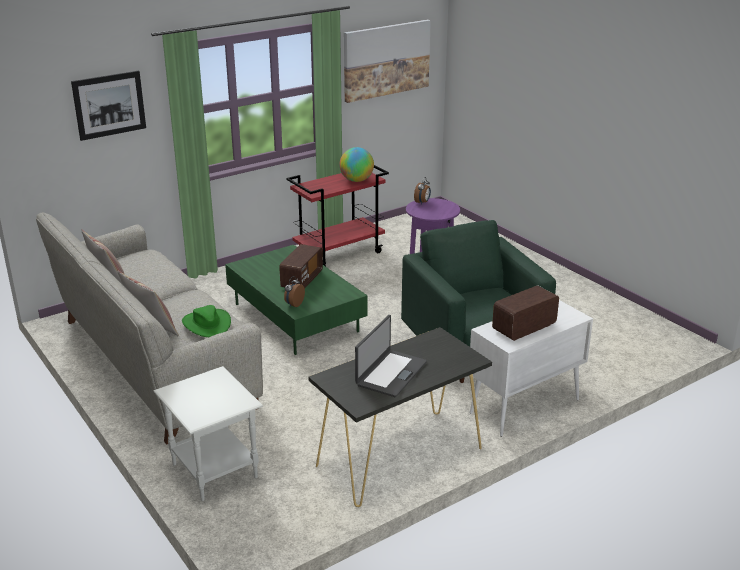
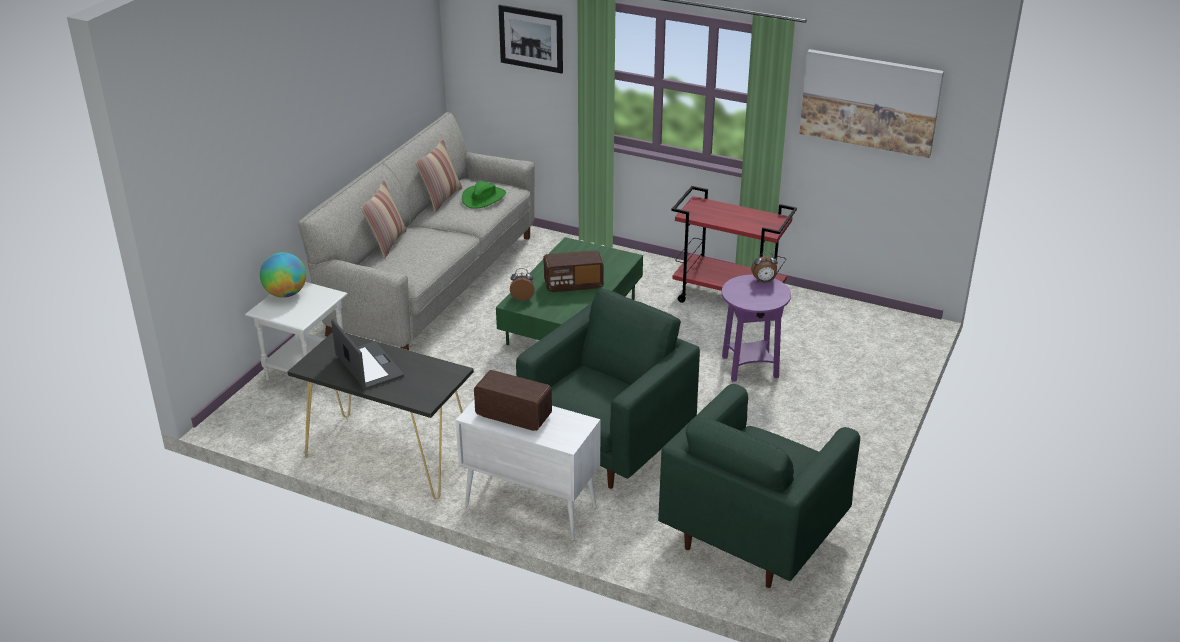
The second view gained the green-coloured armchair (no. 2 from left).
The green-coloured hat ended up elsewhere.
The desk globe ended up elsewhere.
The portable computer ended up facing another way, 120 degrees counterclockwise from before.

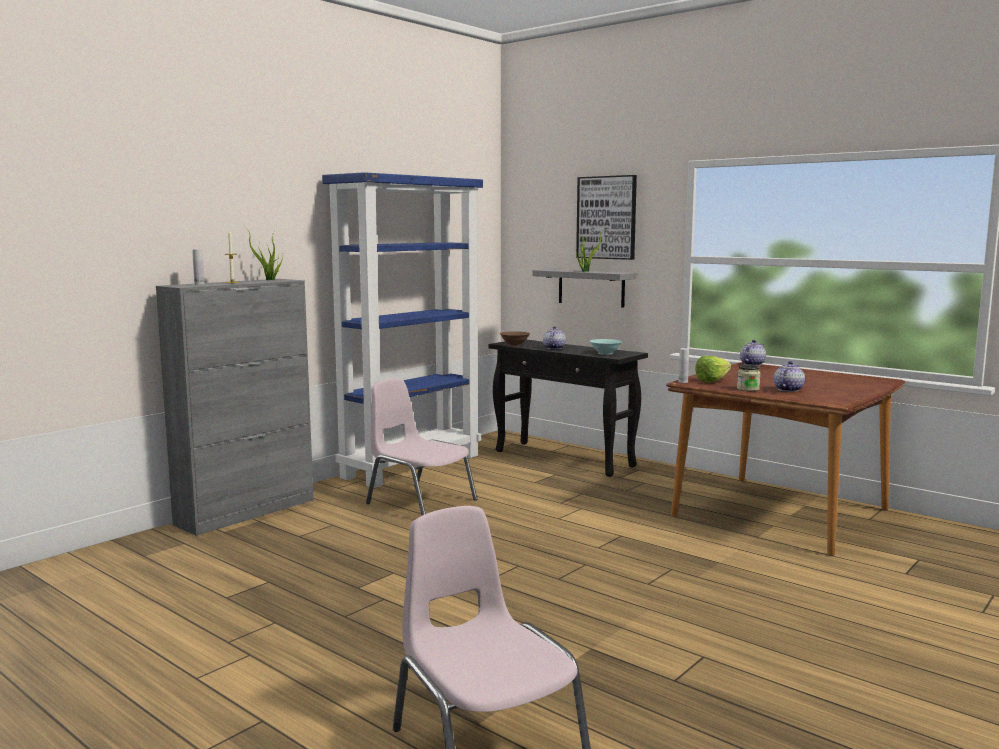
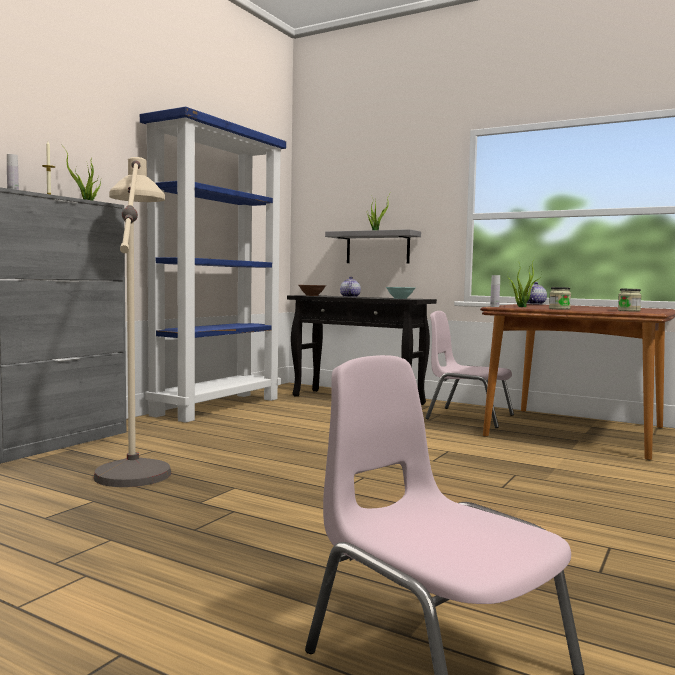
The second view lost the picture.
The second view lost the pot for tea (no. 3 from left).
The second view gained the sand-coloured standard lamp.
The second view gained the jar (no. 2 from left).
The pink-coloured upright chair (no. 1 from left in the first image) ended up elsewhere.
Where the head of lettuce stood, the potted plant (no. 3 from left) came to stand.

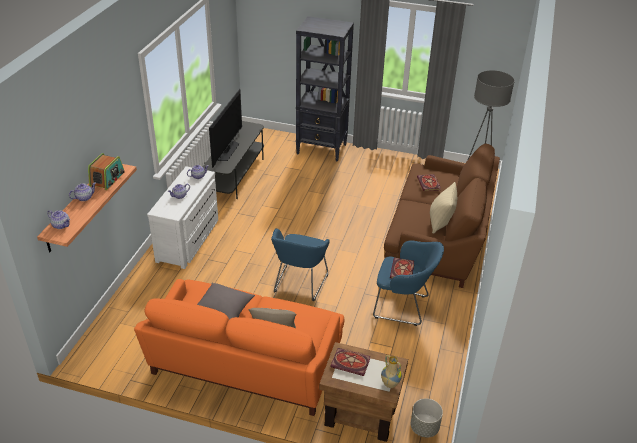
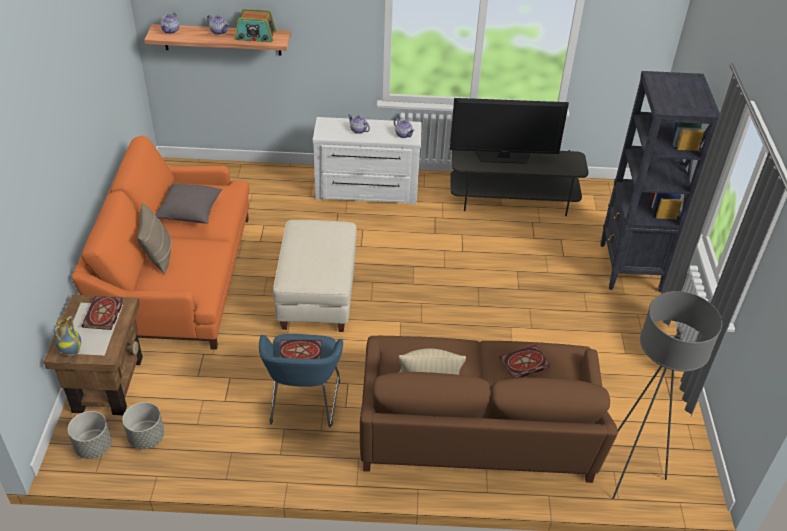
The second view gained the greyish flower pot (no. 2 from left).
Where the bluish armchair (no. 1 from left) stood, the sand-coloured footrest came to stand.

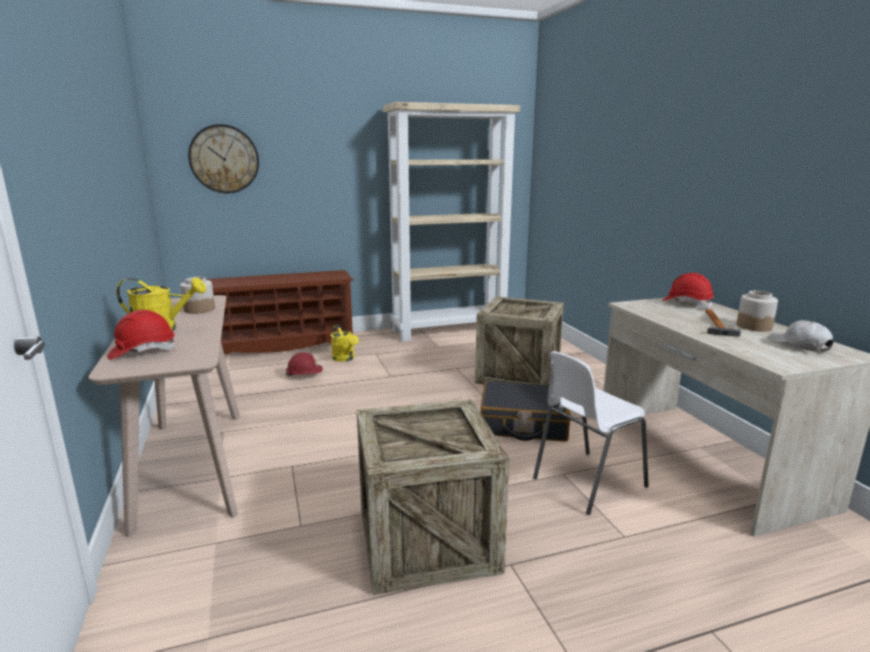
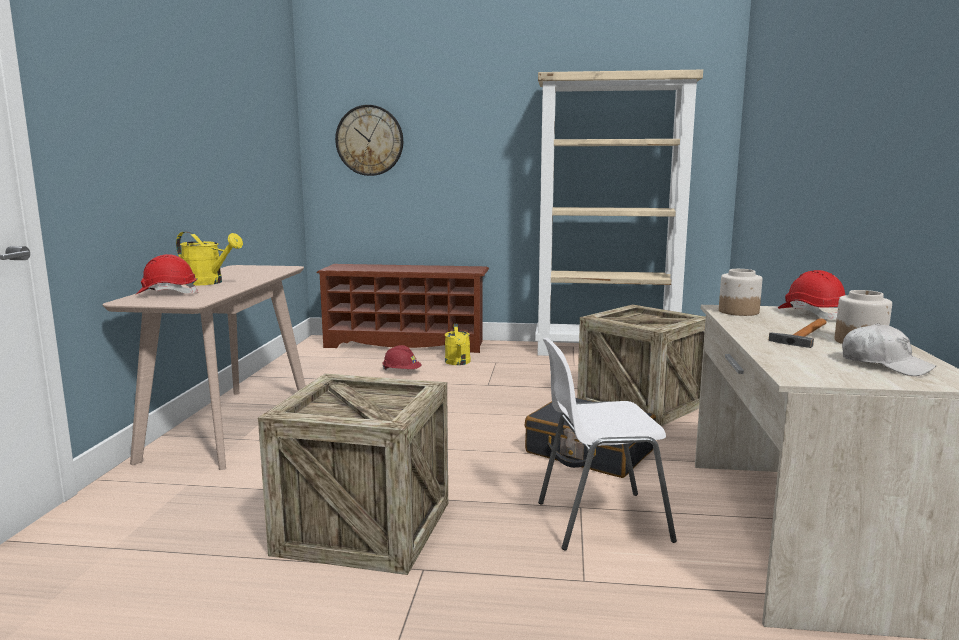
The jar (no. 1 from left) ended up elsewhere.
The whitish cap ended up facing another way, 135 degrees clockwise from before.

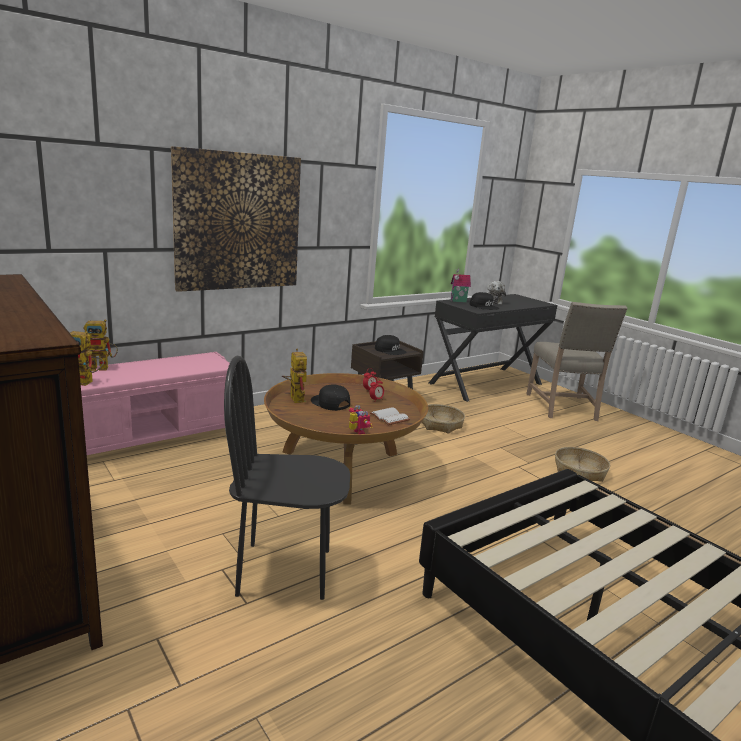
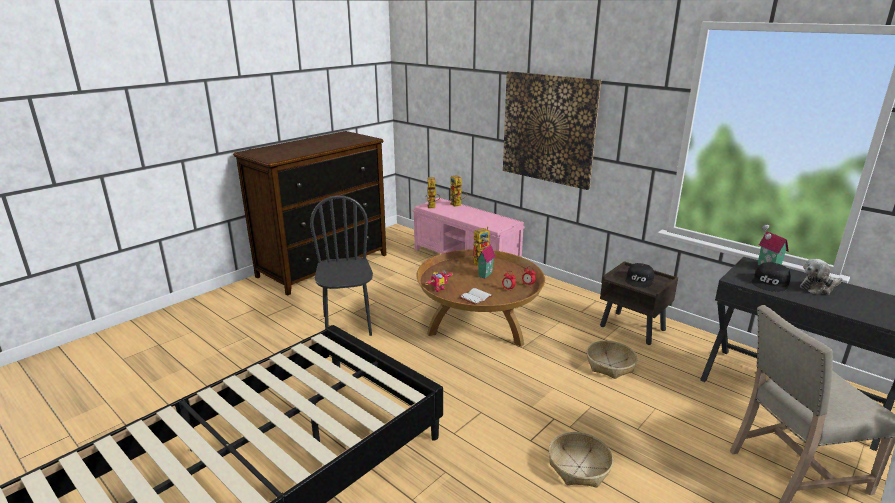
Where the blackish cap (no. 1 from left) stood, the miniature house (no. 1 from left) came to stand.

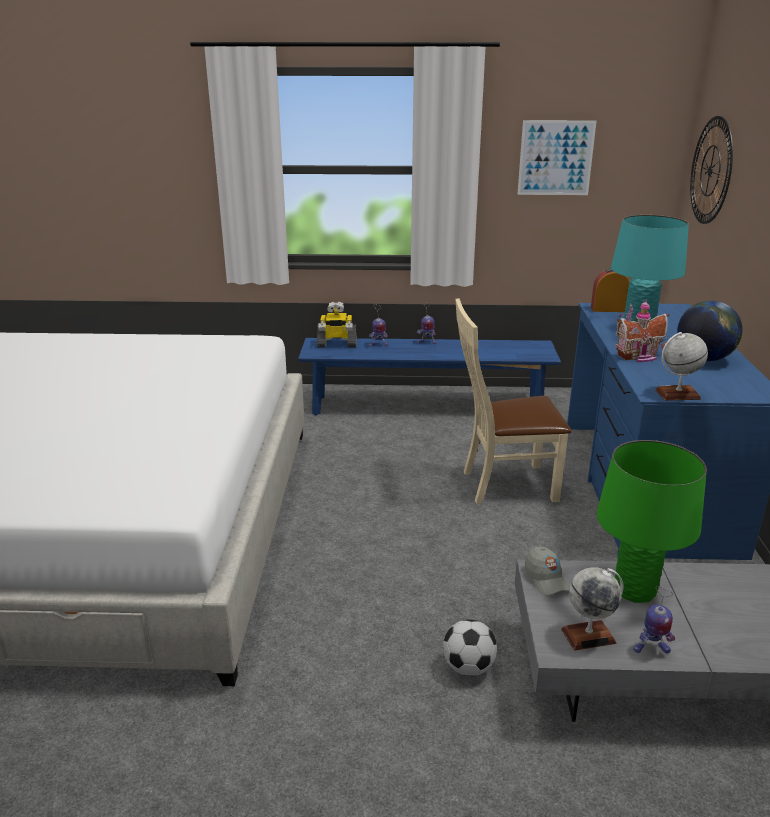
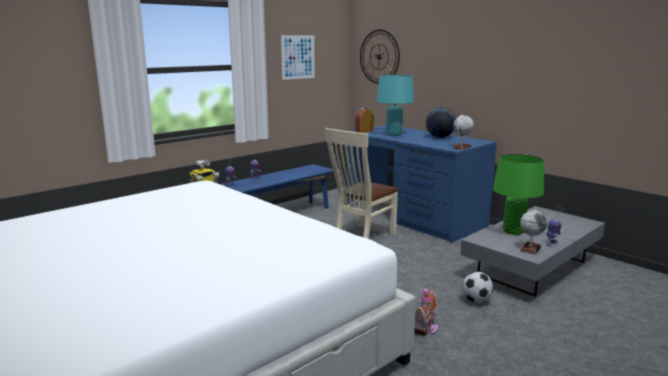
The second view lost the greyish cap.
The miniature house ended up elsewhere.

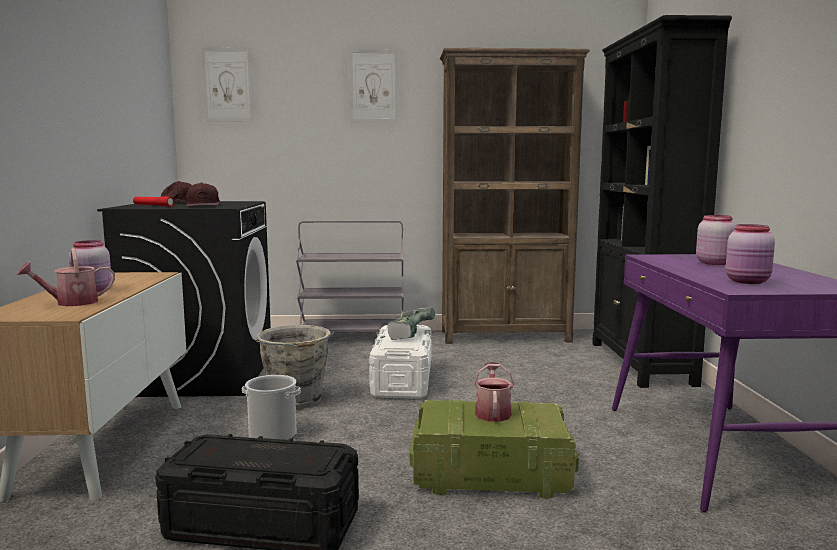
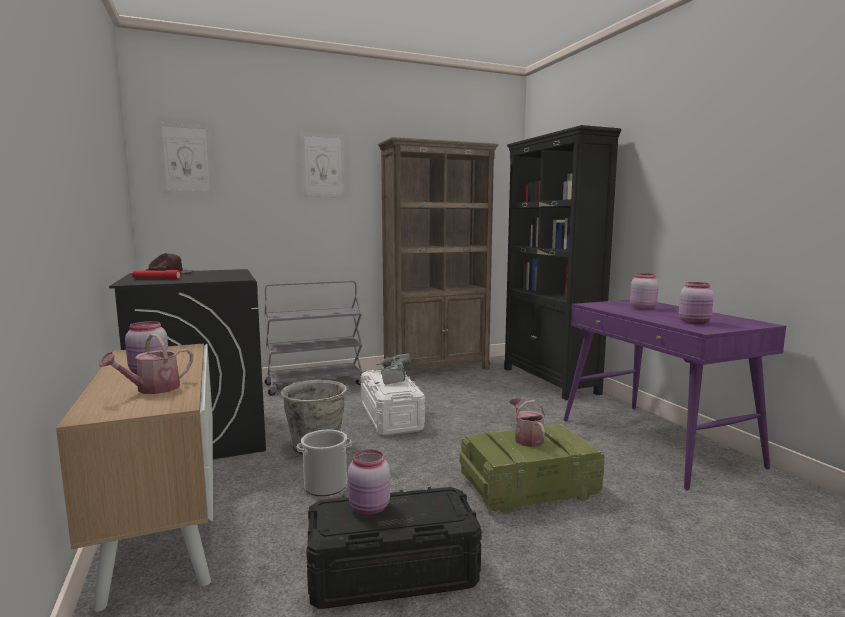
The second view lost the brown-coloured cap (no. 2 from left).
The second view gained the pink-coloured jar (no. 2 from left).

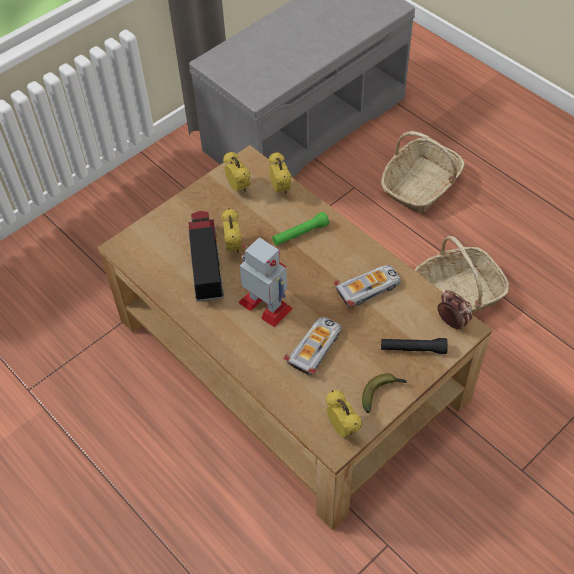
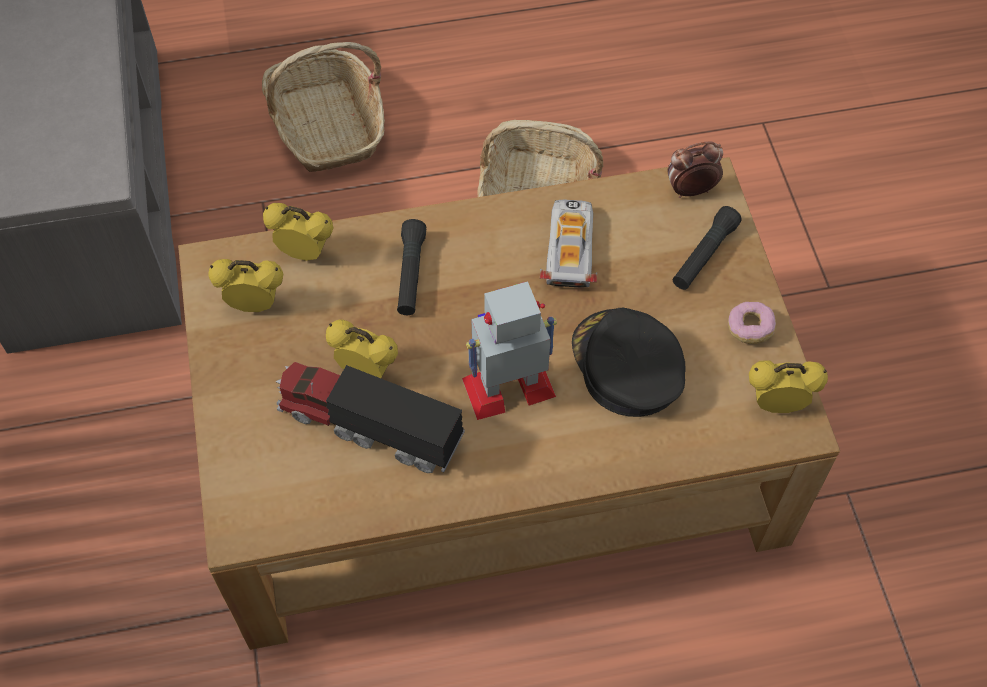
Where the model car (no. 1 from left) stood, the blackish cap came to stand.
Where the banana stood, the ring doughnut came to stand.
What was the green-coloured torch turned into the blackish torch (no. 1 from left).

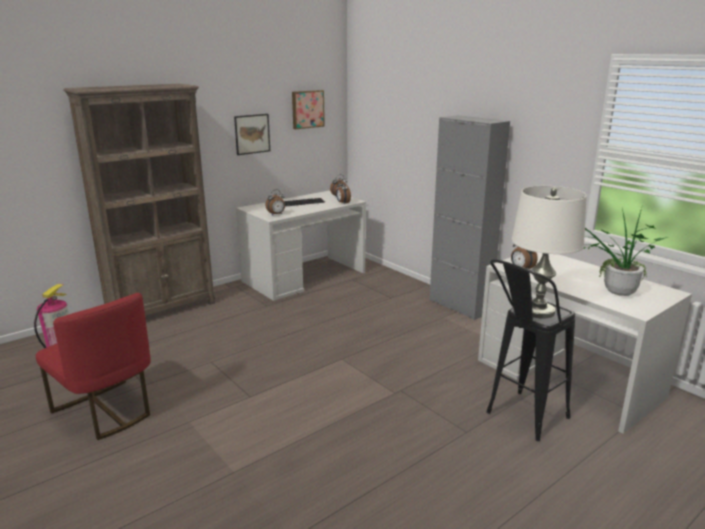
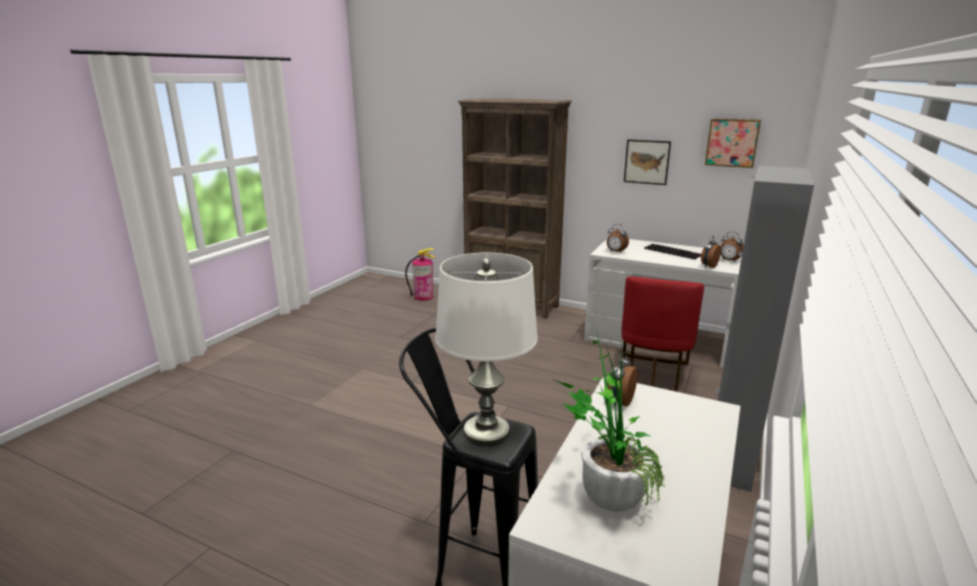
The red-coloured upright chair ended up elsewhere.

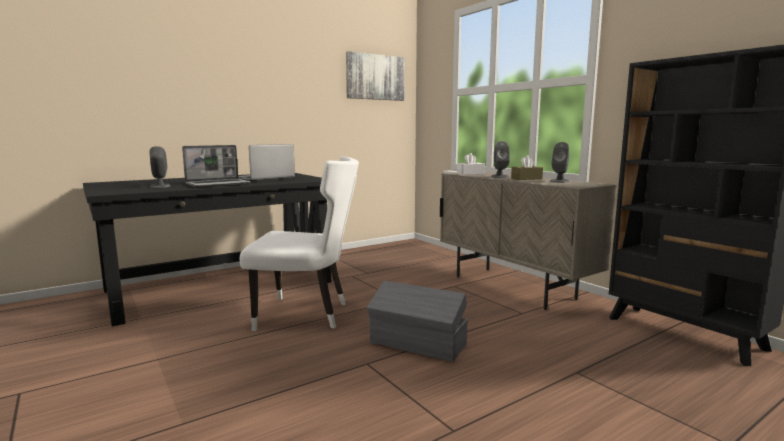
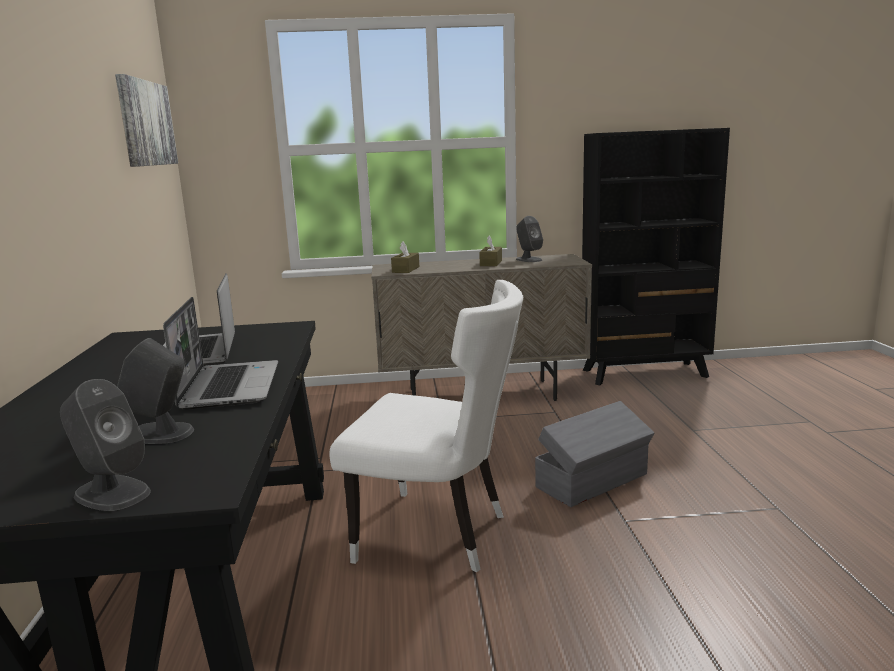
The greyish loudspeaker (no. 2 from left in the first image) ended up elsewhere.
What was the whitish box of tissues turned into the brown-coloured box of tissues (no. 1 from left).
The whitish upright chair ended up facing another way, 75 degrees clockwise from before.

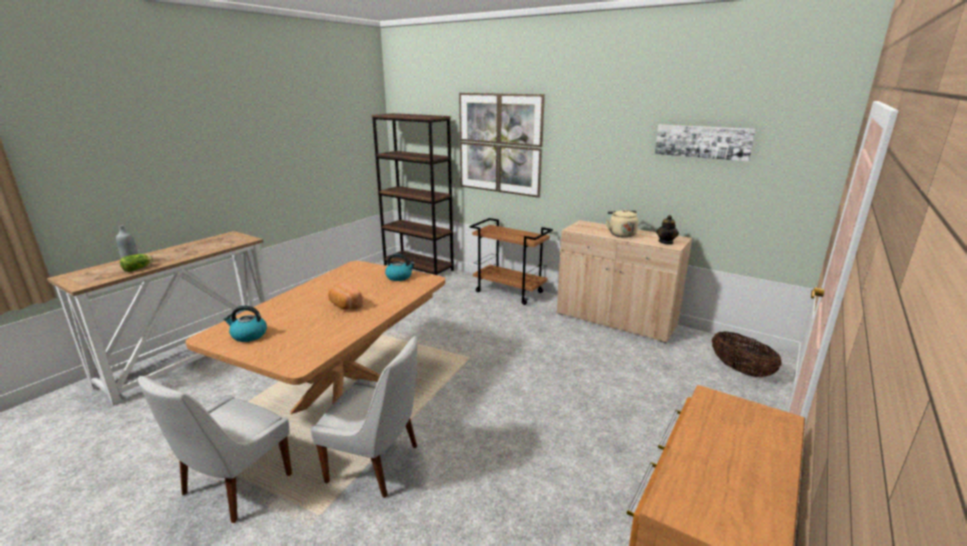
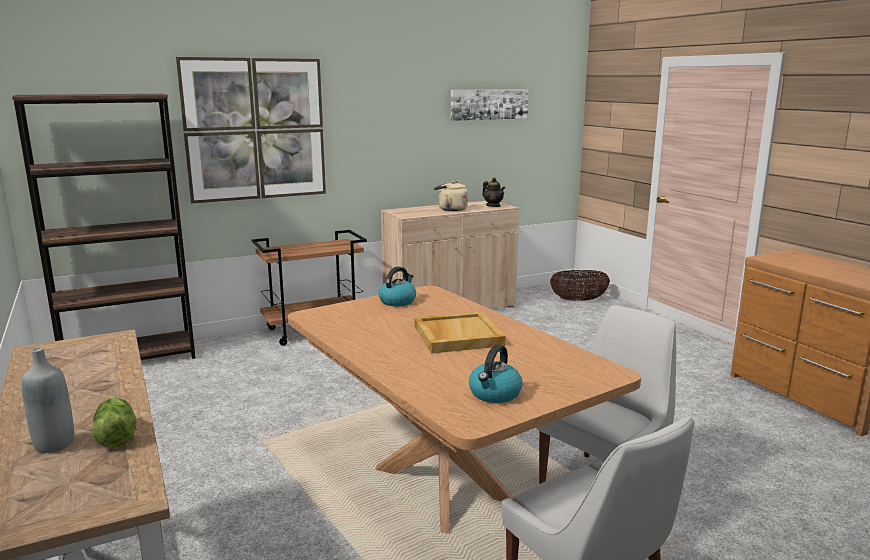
Where the bakery bread stood, the sand-coloured serving tray came to stand.

